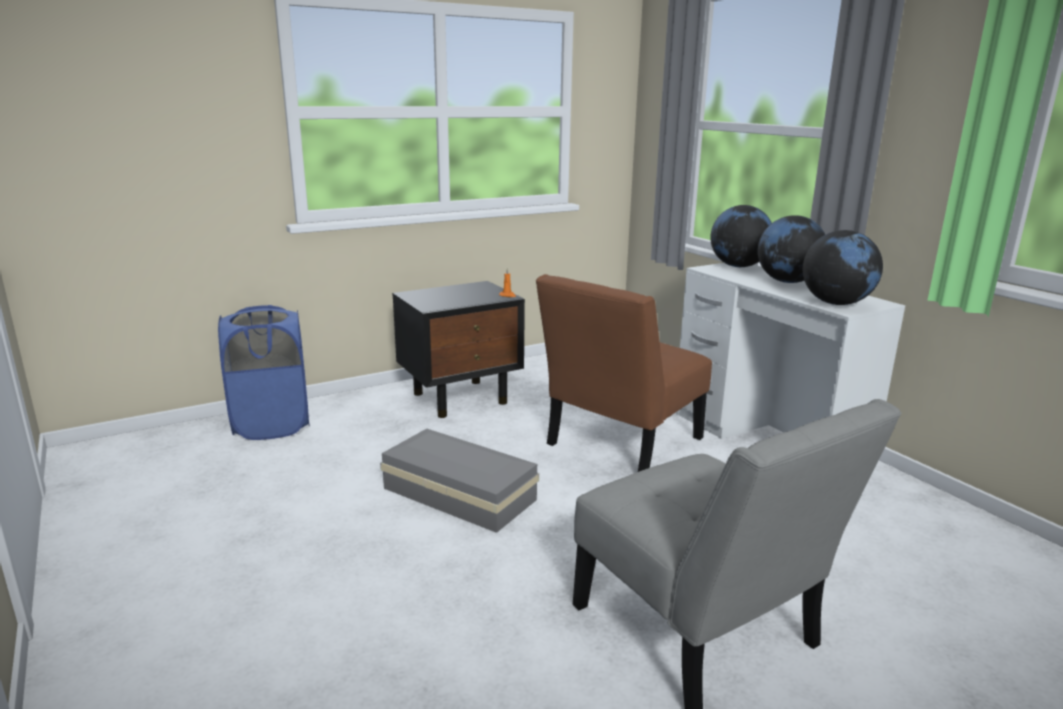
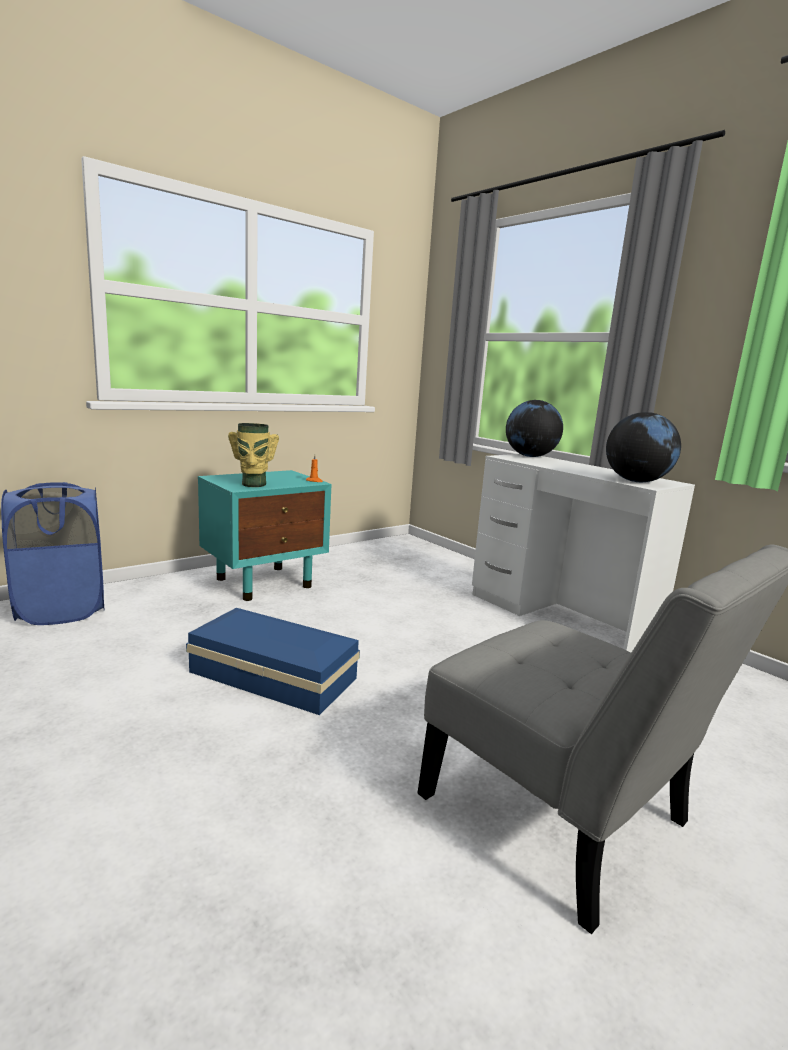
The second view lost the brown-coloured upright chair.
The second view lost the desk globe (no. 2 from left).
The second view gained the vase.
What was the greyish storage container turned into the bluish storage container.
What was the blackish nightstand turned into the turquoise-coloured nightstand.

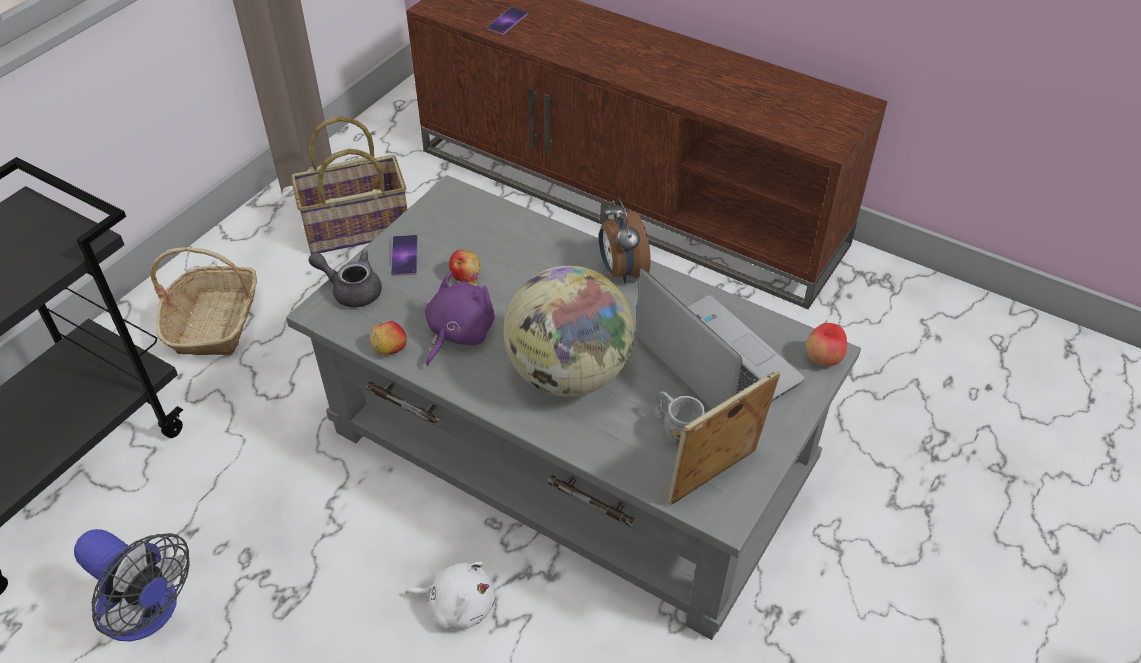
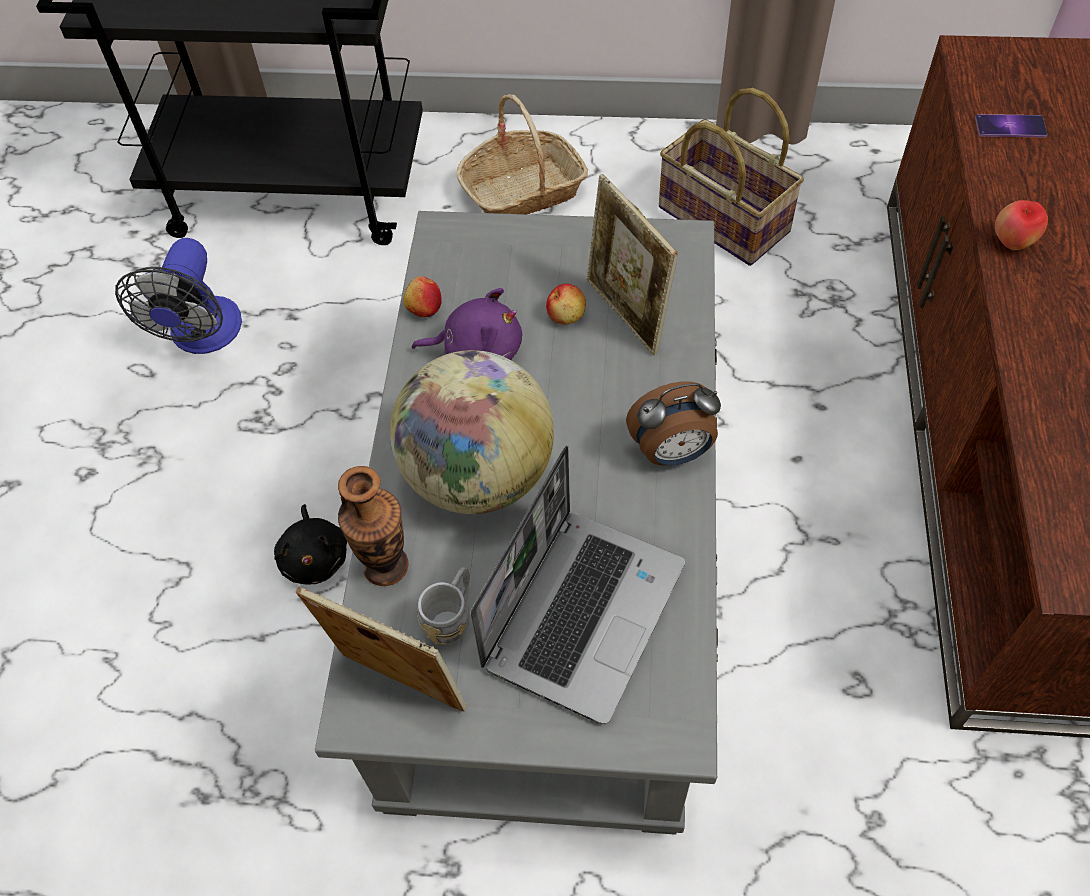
The second view lost the greyish pot for tea.
The second view lost the handset (no. 1 from left).
The second view gained the vase.
The second view gained the picture frame (no. 2 from left).
The apple (no. 3 from left) ended up elsewhere.
What was the whitish plush toy turned into the blackish plush toy.
The table clock ended up facing another way, 150 degrees counterclockwise from before.

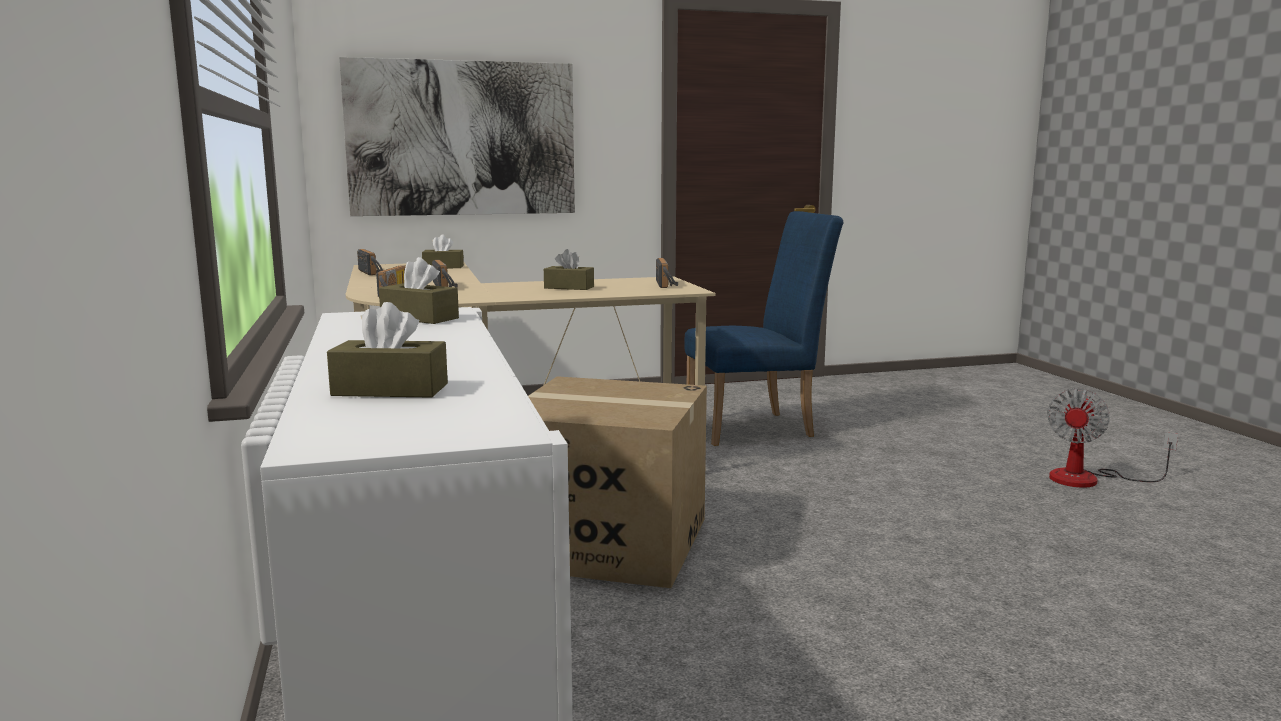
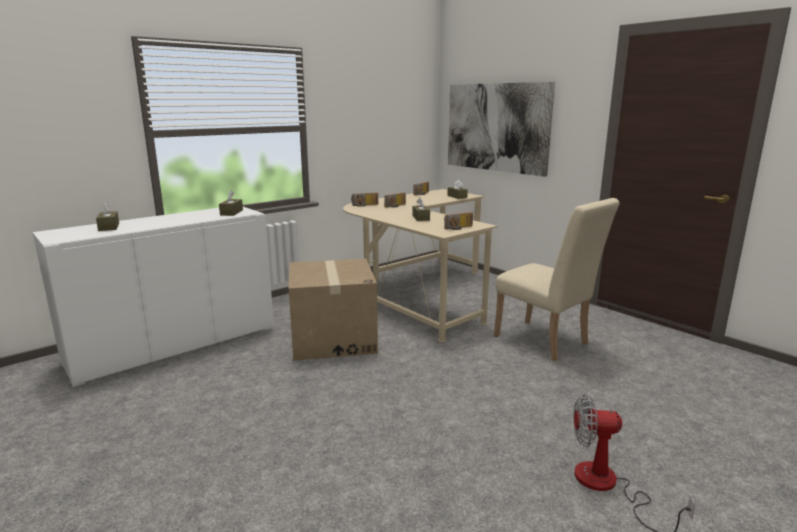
What was the bluish upright chair turned into the sand-coloured upright chair.

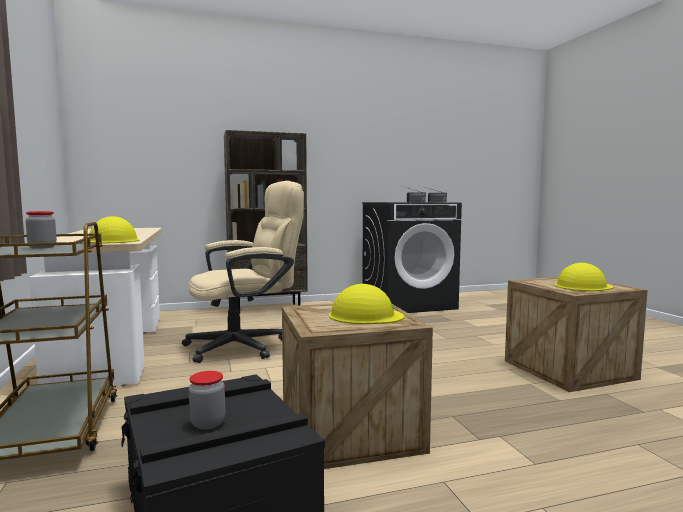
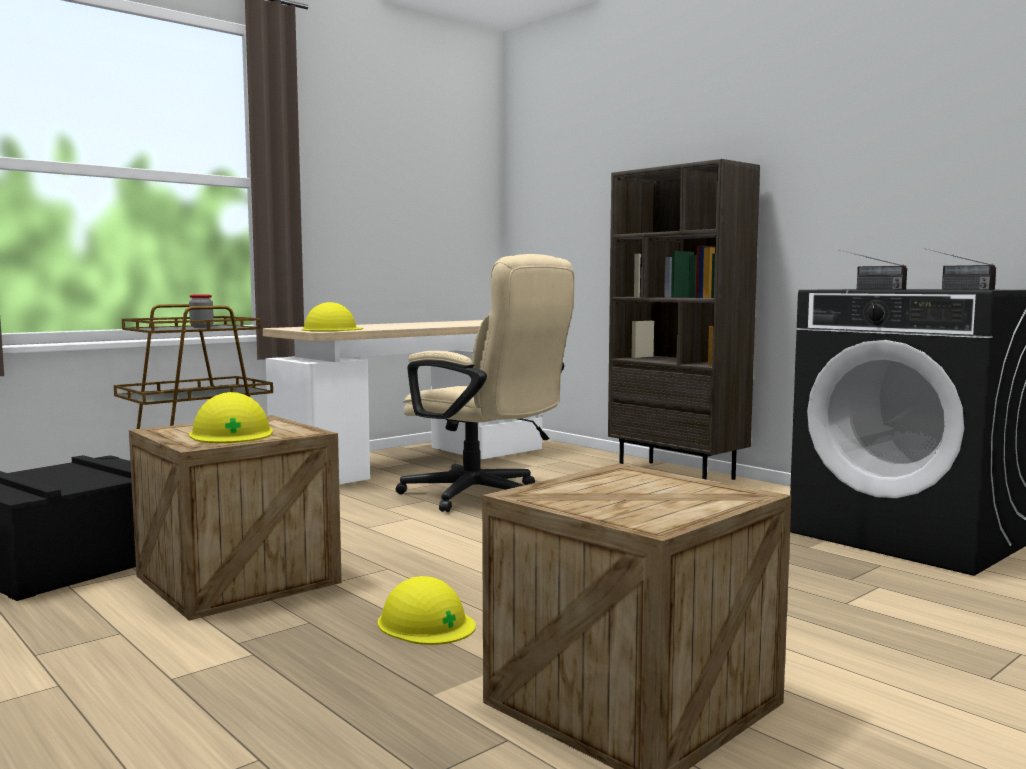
The second view lost the jar (no. 2 from left).
The yellow-coloured hard hat (no. 3 from left) ended up elsewhere.

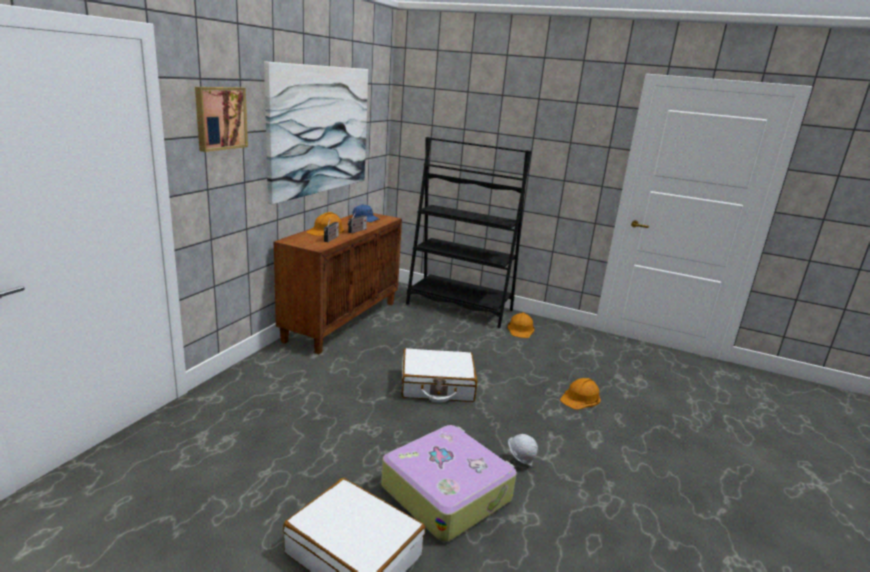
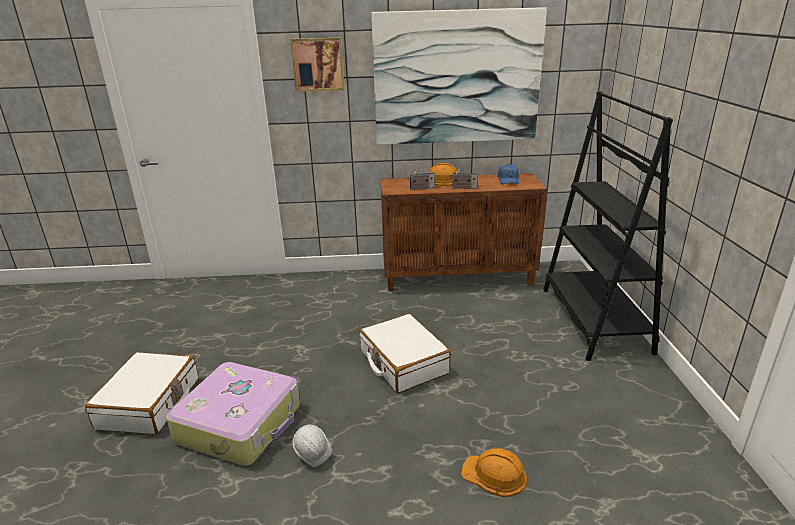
The second view lost the orange-coloured hard hat (no. 2 from left).

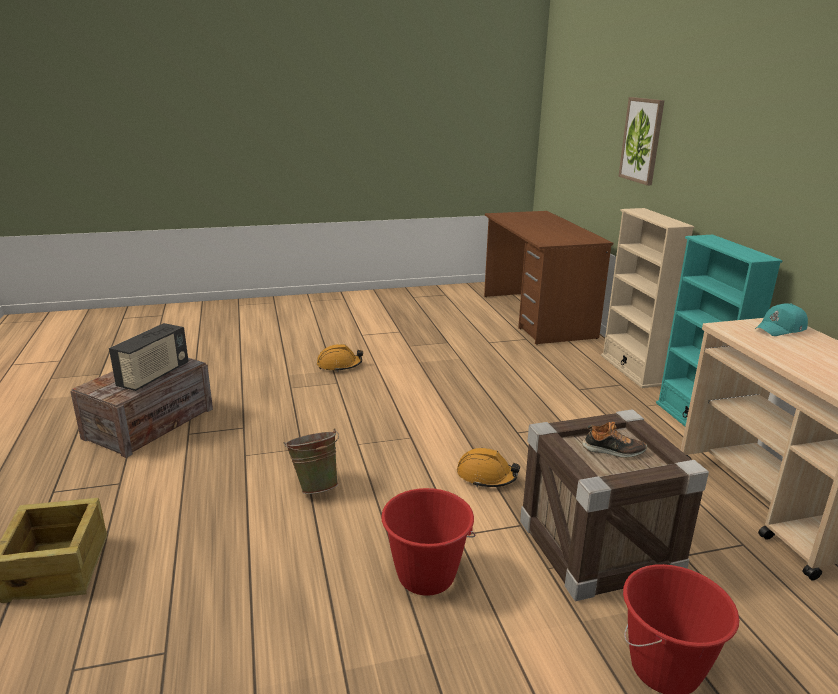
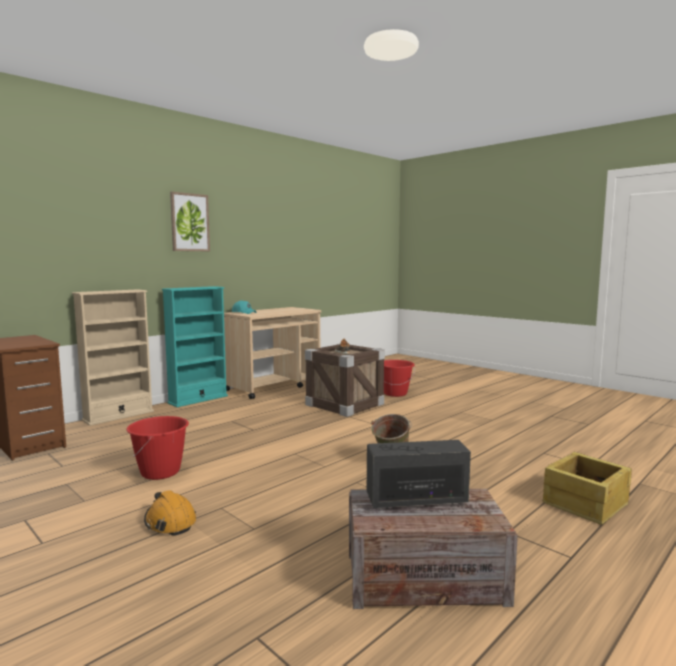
The second view lost the orange-coloured hard hat (no. 2 from left).
The red-coloured water bucket (no. 1 from left) ended up elsewhere.
The picture ended up elsewhere.

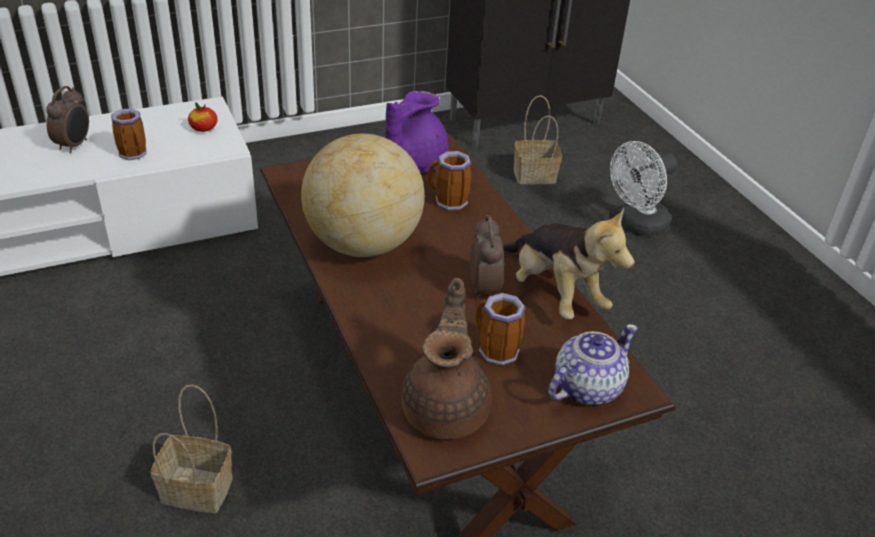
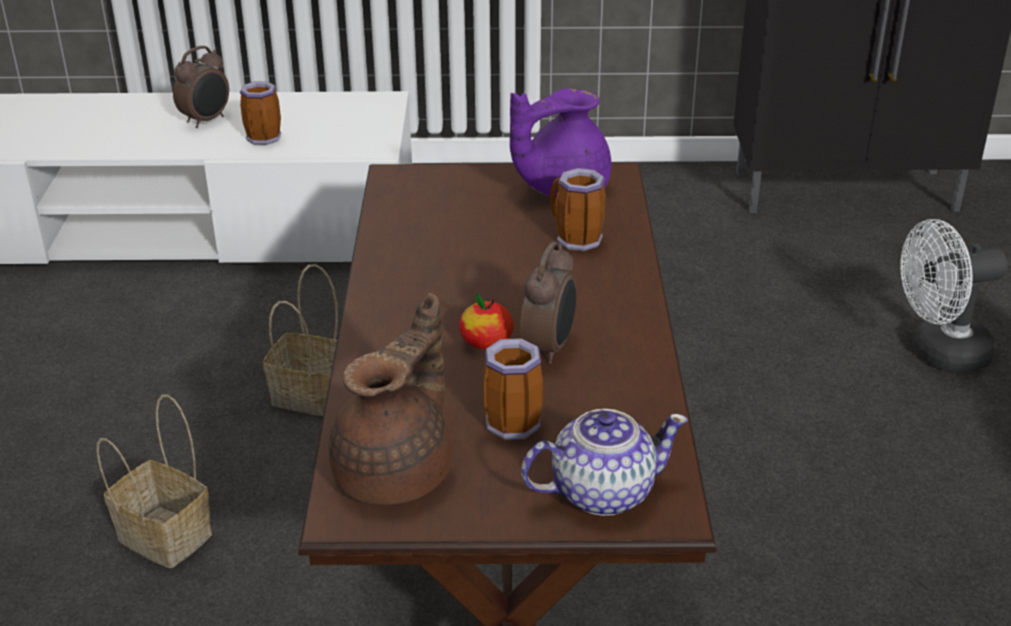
The second view lost the desk globe.
The second view lost the plush toy.
The apple ended up elsewhere.
The storage basket (no. 2 from left) ended up elsewhere.

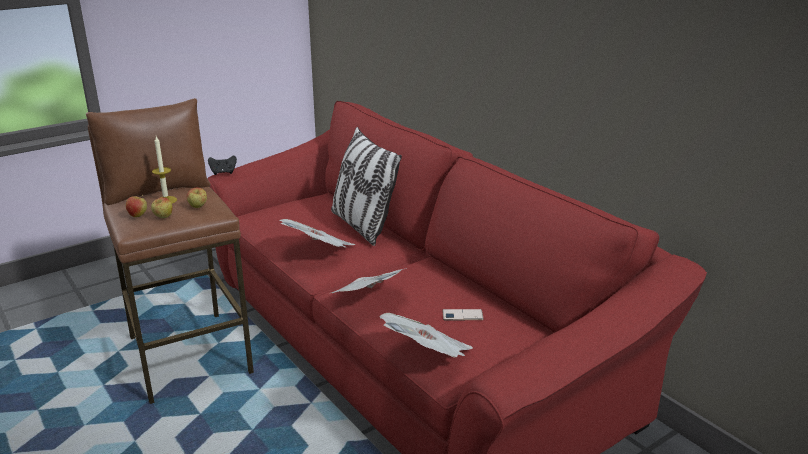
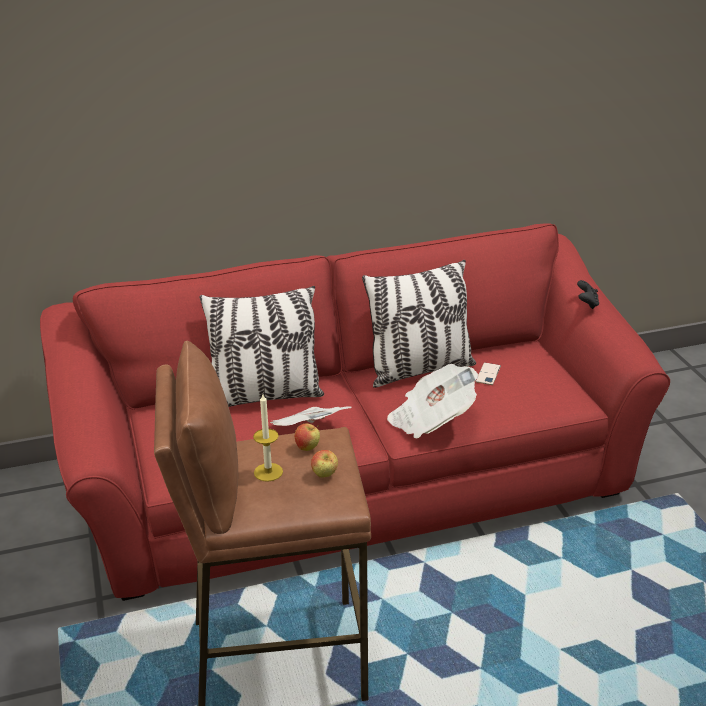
The second view lost the apple (no. 1 from left).
The second view lost the daily paper (no. 3 from left).
The second view gained the pillow (no. 2 from left).
The blackish joypad ended up elsewhere.

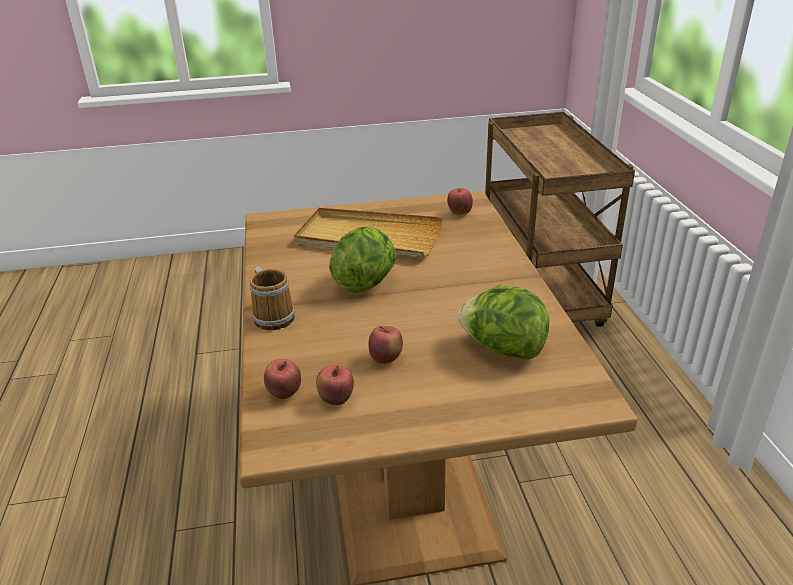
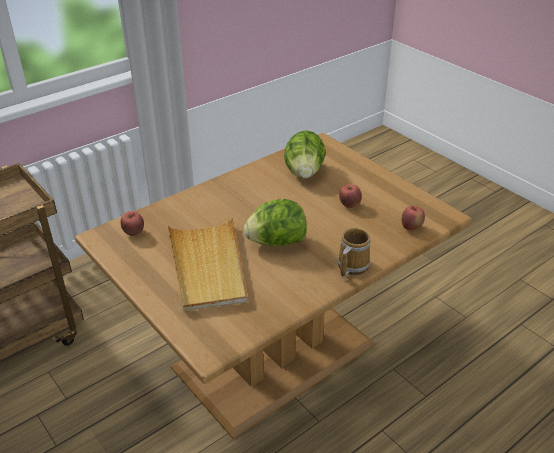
The second view lost the apple (no. 2 from left).

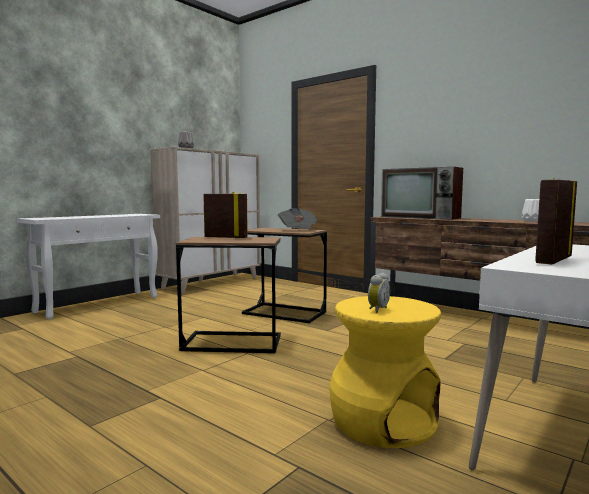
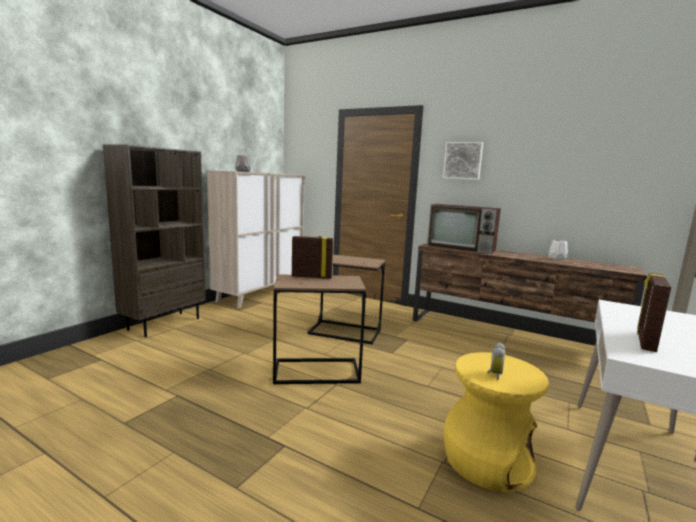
The second view lost the daily paper.
The second view gained the picture.
Where the whitish console table stood, the brown-coloured bookcase came to stand.

